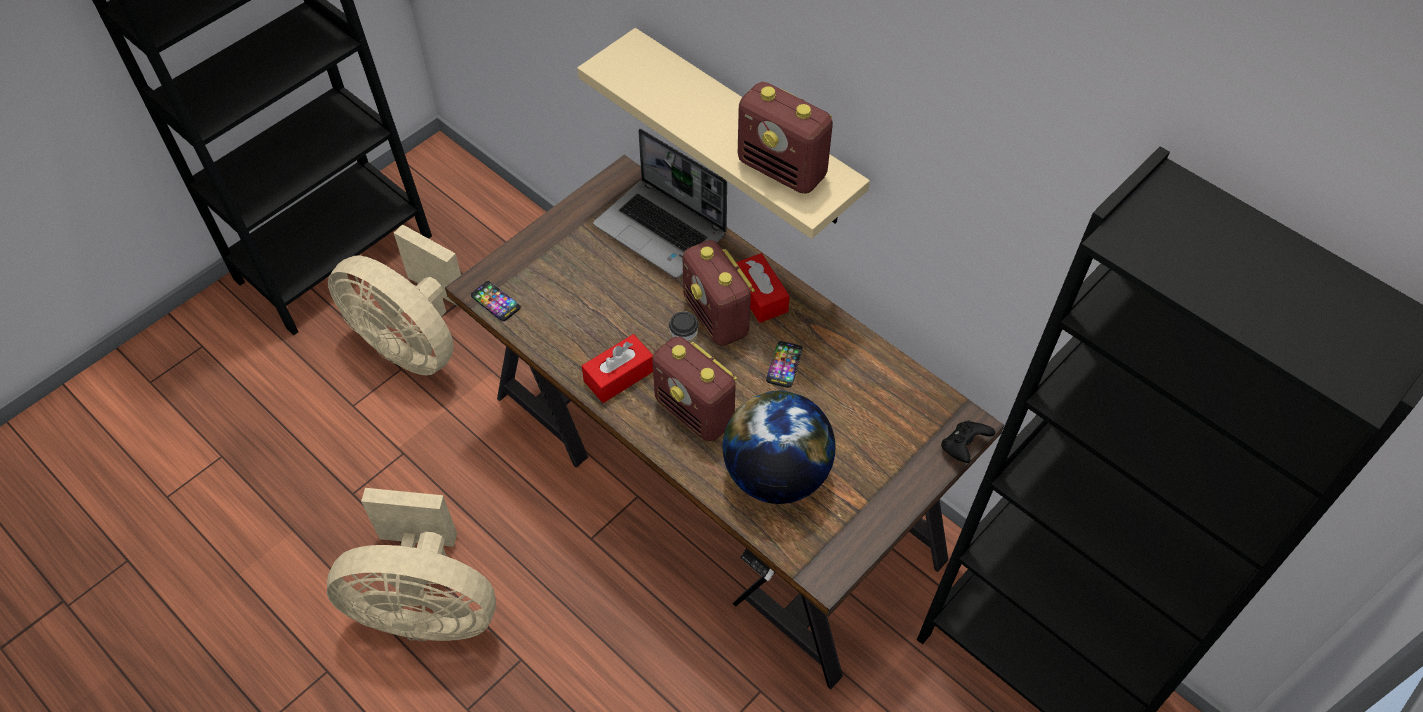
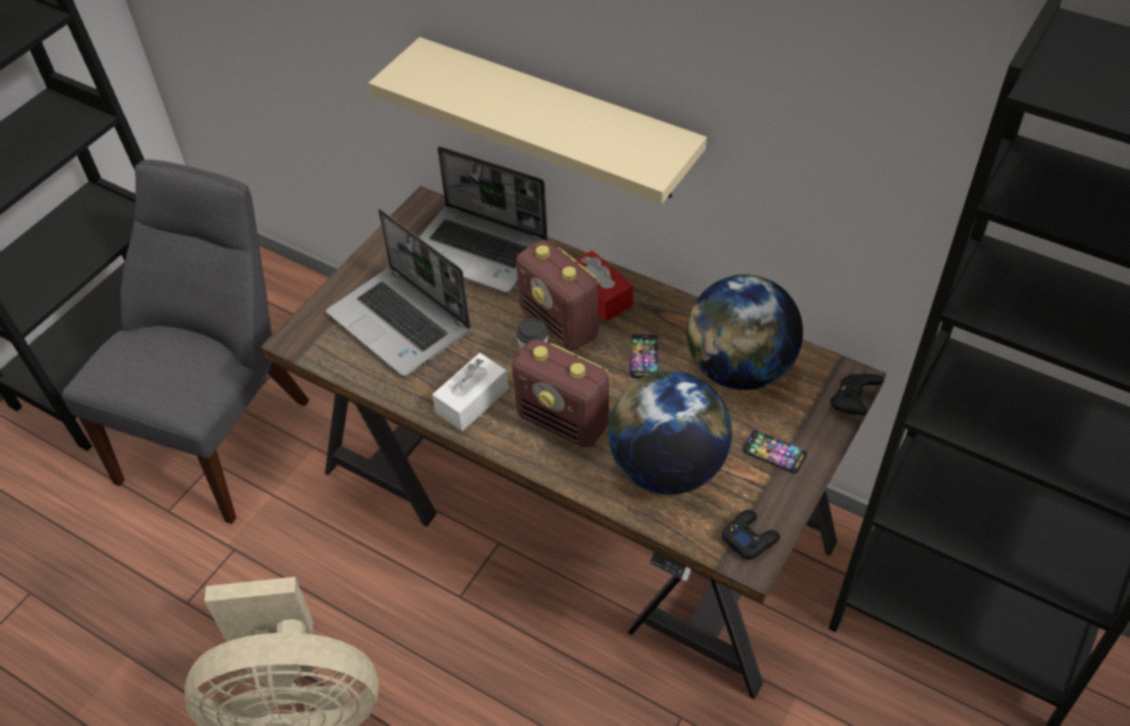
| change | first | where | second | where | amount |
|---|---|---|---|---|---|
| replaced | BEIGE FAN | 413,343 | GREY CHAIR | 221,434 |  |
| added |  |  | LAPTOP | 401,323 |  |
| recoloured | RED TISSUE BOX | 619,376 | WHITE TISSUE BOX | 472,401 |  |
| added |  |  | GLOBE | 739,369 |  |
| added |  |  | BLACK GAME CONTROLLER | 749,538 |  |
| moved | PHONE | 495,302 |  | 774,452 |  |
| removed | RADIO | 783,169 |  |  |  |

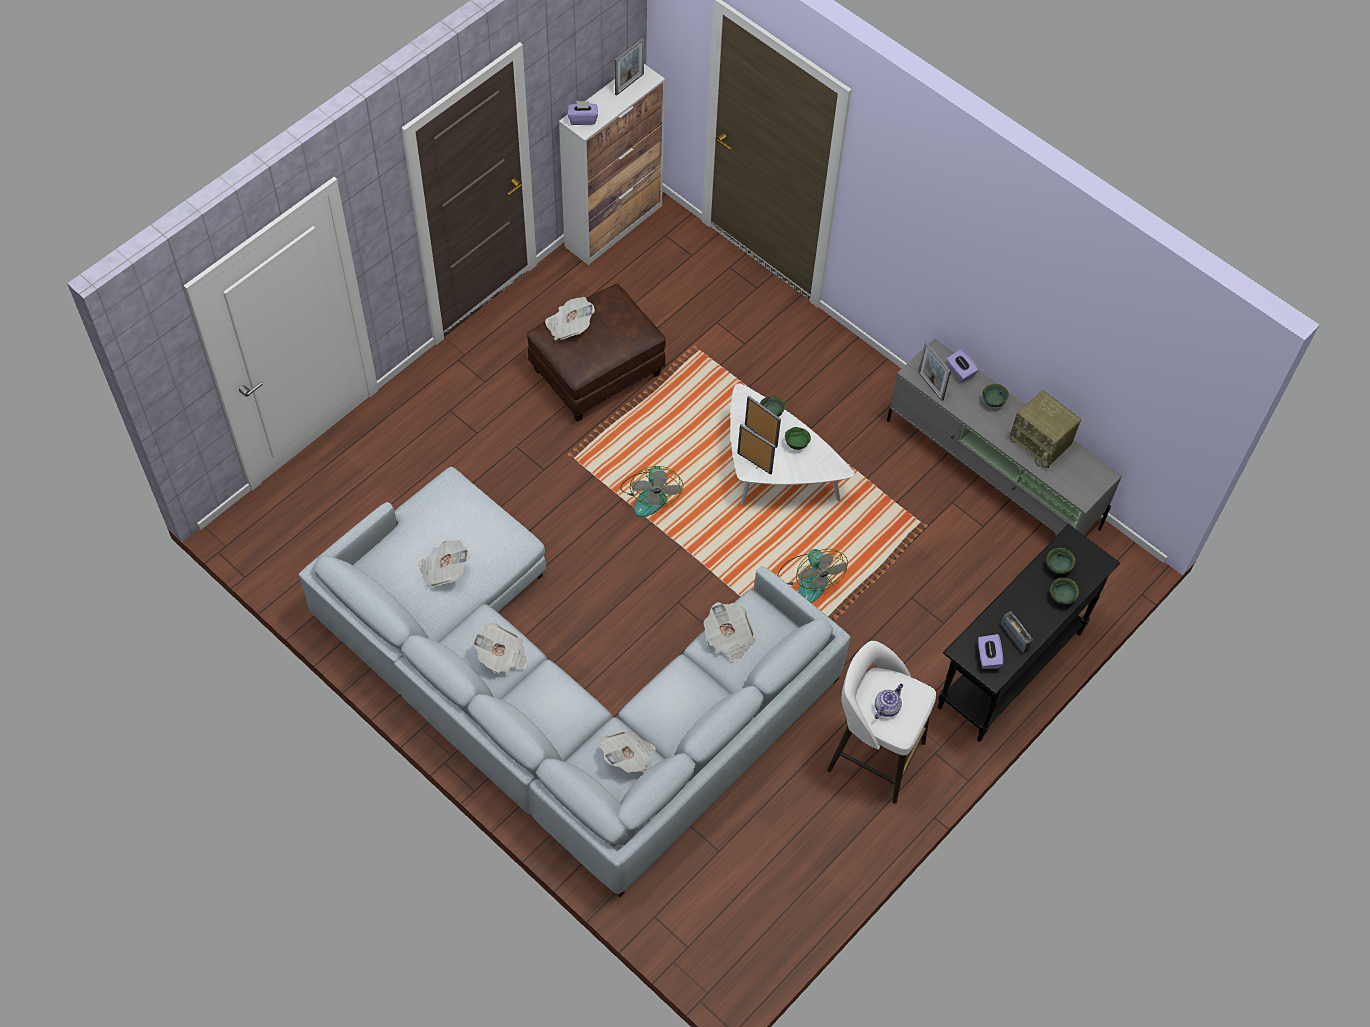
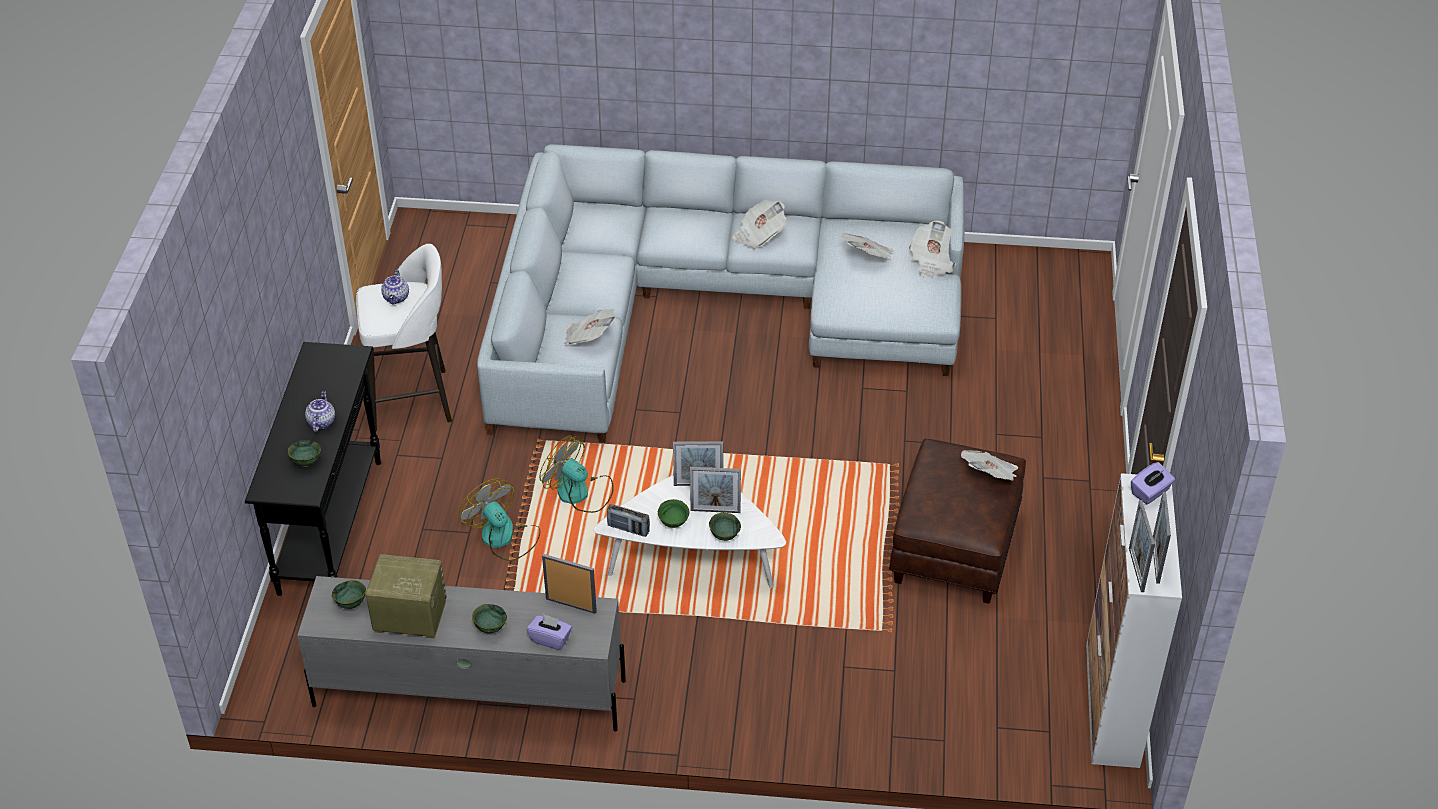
| change | first | where | second | where | amount |
|---|---|---|---|---|---|
| added |  |  | TEAPOT | 321,421 |  |
| moved | GREEN BOWL | 1062,597 |  | 350,604 |  |
| moved | FAN | 650,494 |  | 504,538 |  |
| moved | RADIO | 1015,637 |  | 628,529 |  |
| moved | NEWSPAPER | 629,757 |  | 933,261 |  |
| added |  |  | PICTURE FRAME | 1136,570 |  |
| removed | PURPLE TISSUE BOX | 988,657 |  |  |  |

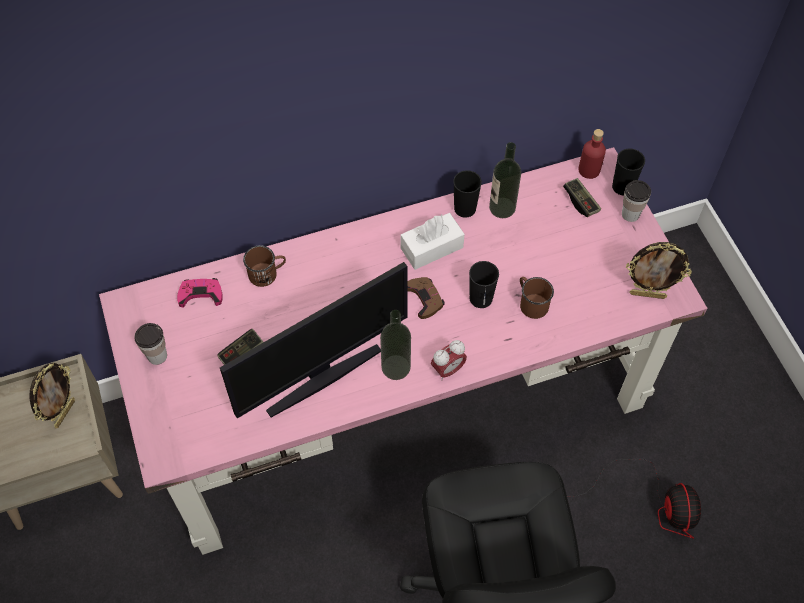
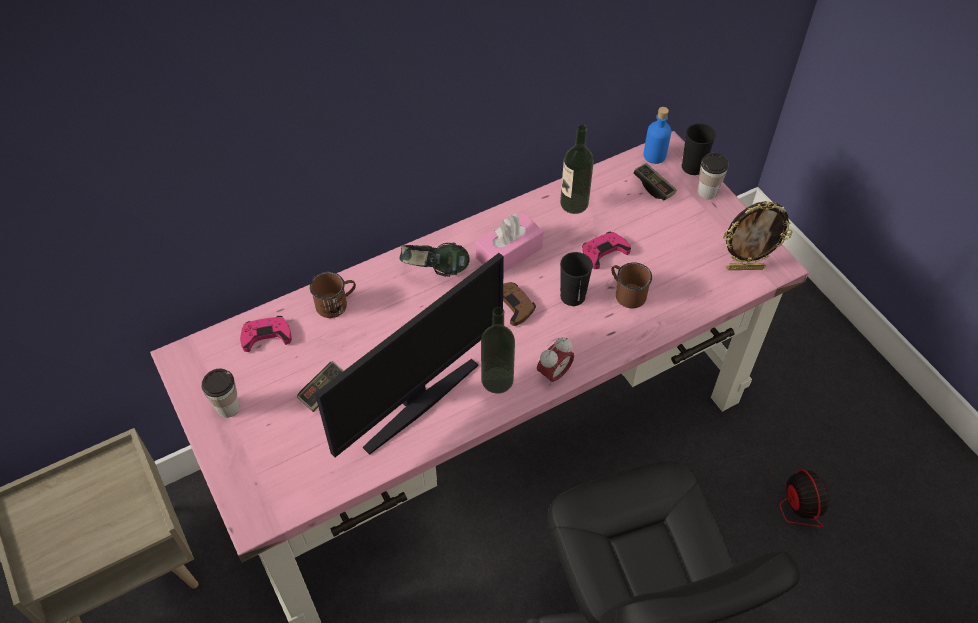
| change | first | where | second | where | amount |
|---|---|---|---|---|---|
| added |  |  | HEADPHONES | 435,272 |  |
| recoloured | WHITE TISSUE BOX | 431,248 | PINK TISSUE BOX | 509,253 |  |
| added |  |  | PINK GAME CONTROLLER | 604,252 |  |
| recoloured | RED BOTTLE | 589,170 | BLUE BOTTLE | 654,155 |  |
| removed | PICTURE FRAME | 64,413 |  |  |  |
| removed | BLACK CUP | 465,208 |  |  |  |

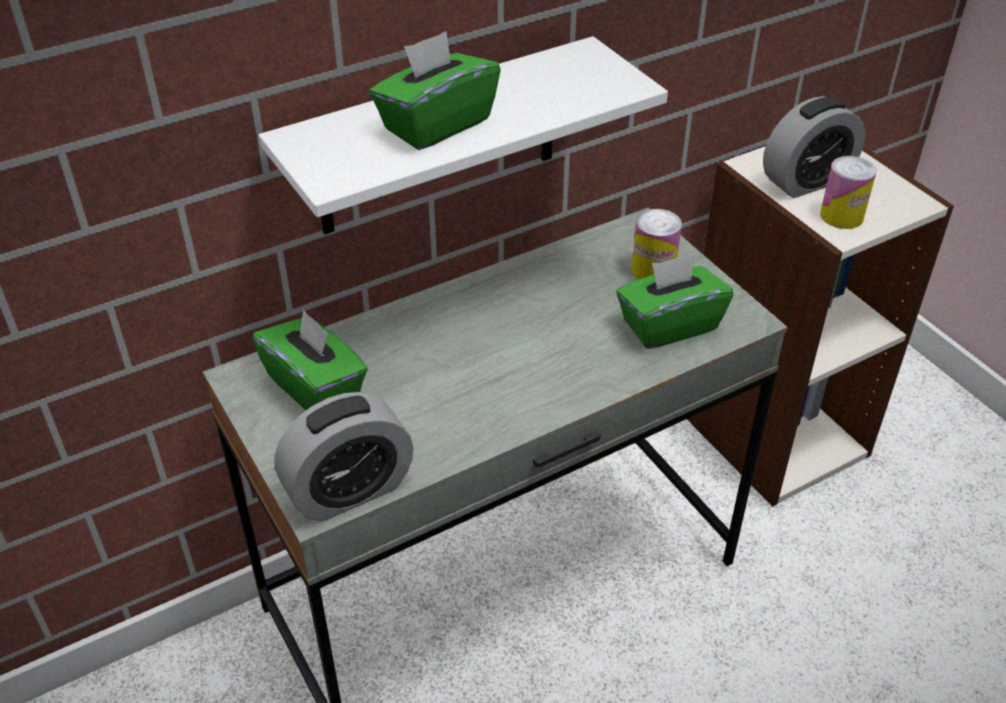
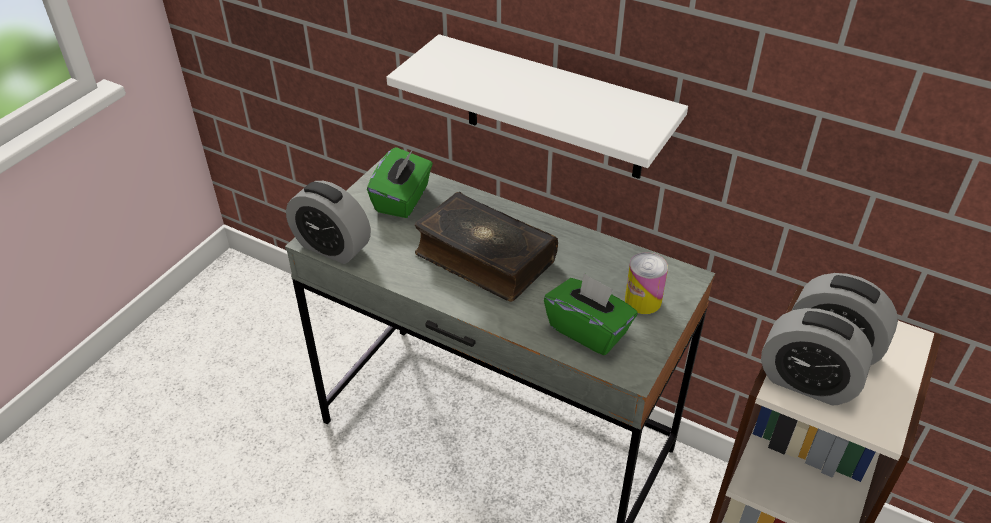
| change | first | where | second | where | amount |
|---|---|---|---|---|---|
| added |  |  | BOOK | 483,258 |  |
| replaced | CAN | 841,216 | ALARM CLOCK | 806,382 |  |
| removed | GREEN TISSUE BOX | 436,124 |  |  |  |

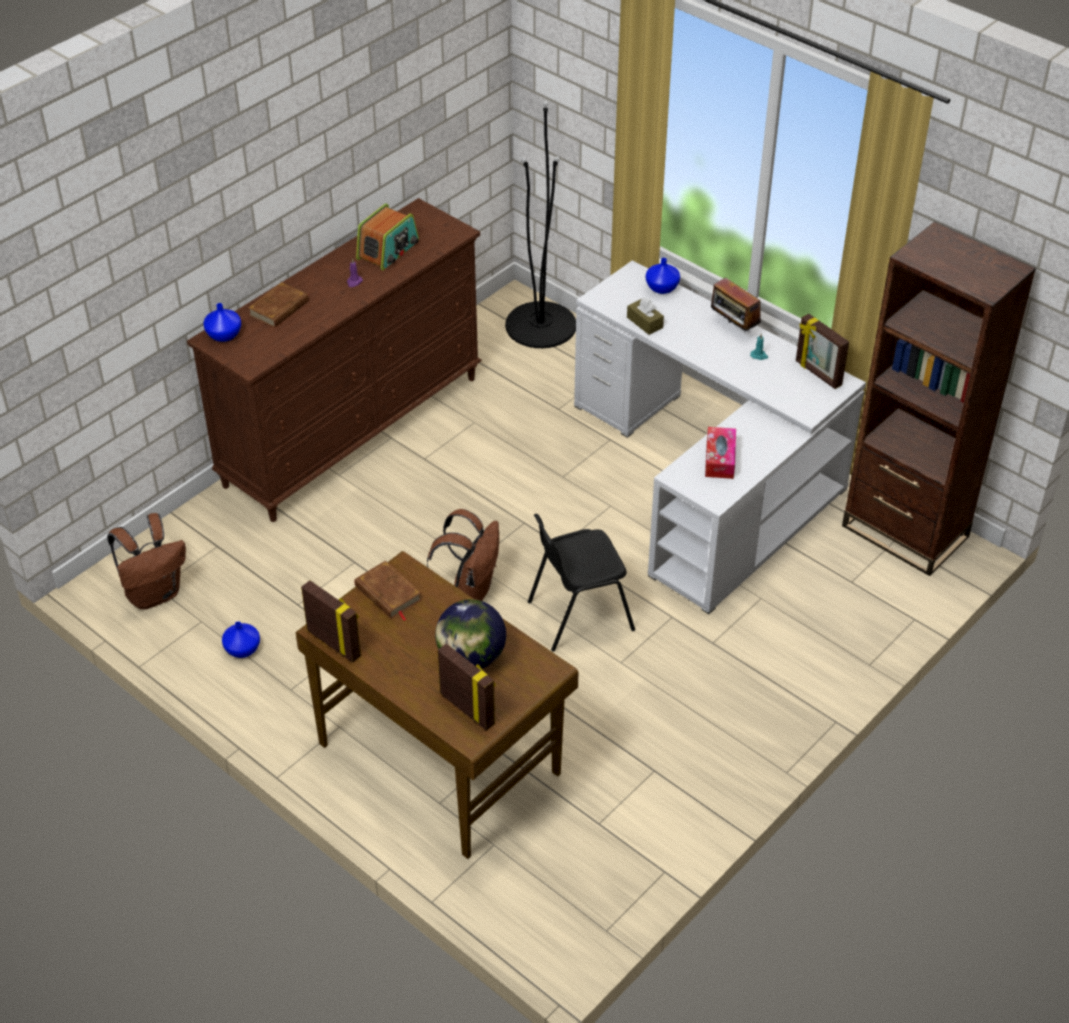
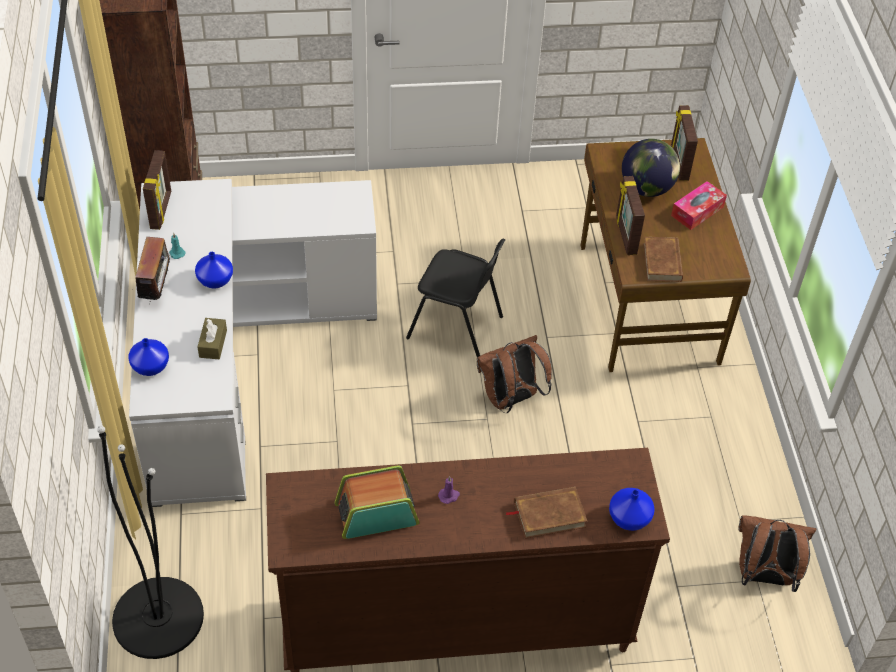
| change | first | where | second | where | amount |
|---|---|---|---|---|---|
| moved | BLUE VASE | 242,649 |  | 215,281 |  |
| moved | PICTURE FRAME | 334,643 |  | 625,235 |  |
| moved | TISSUE BOX | 720,459 |  | 697,211 |  |

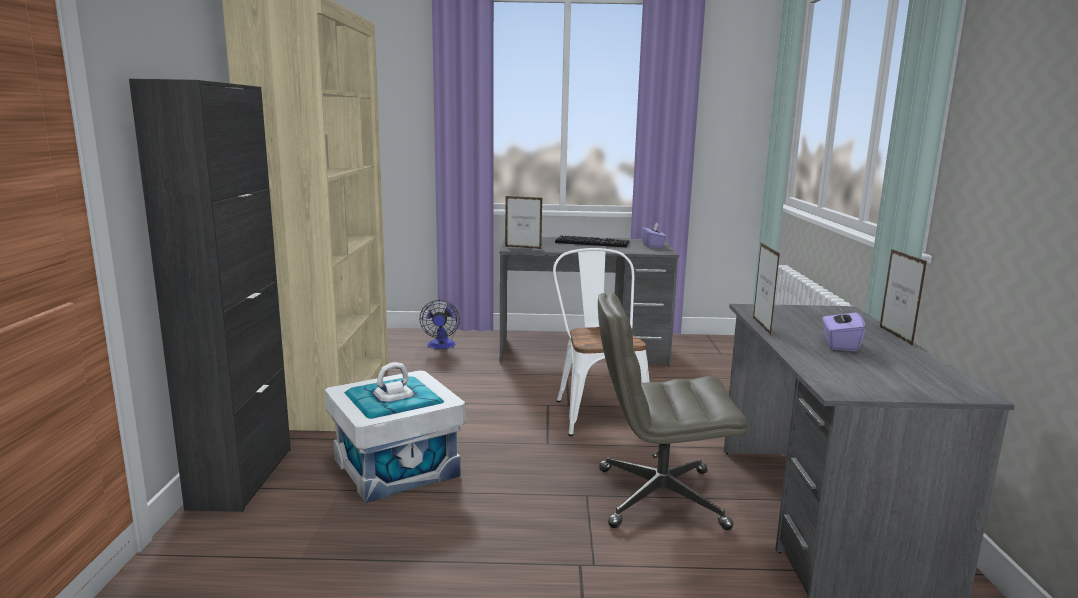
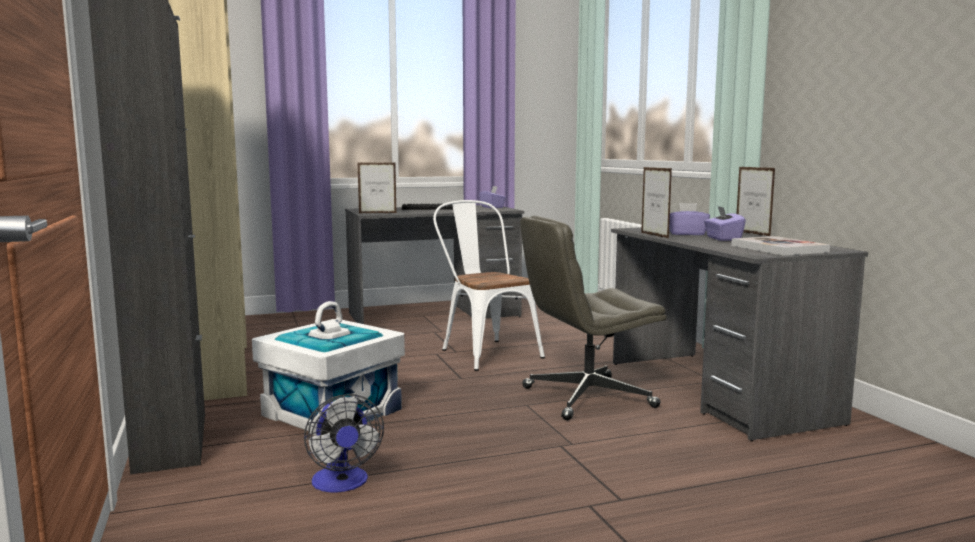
| change | first | where | second | where | amount |
|---|---|---|---|---|---|
| moved | FAN | 441,346 |  | 342,484 |  |
| added |  |  | PURPLE TISSUE BOX | 686,234 |  |
| added |  |  | BOOK | 778,249 |  |

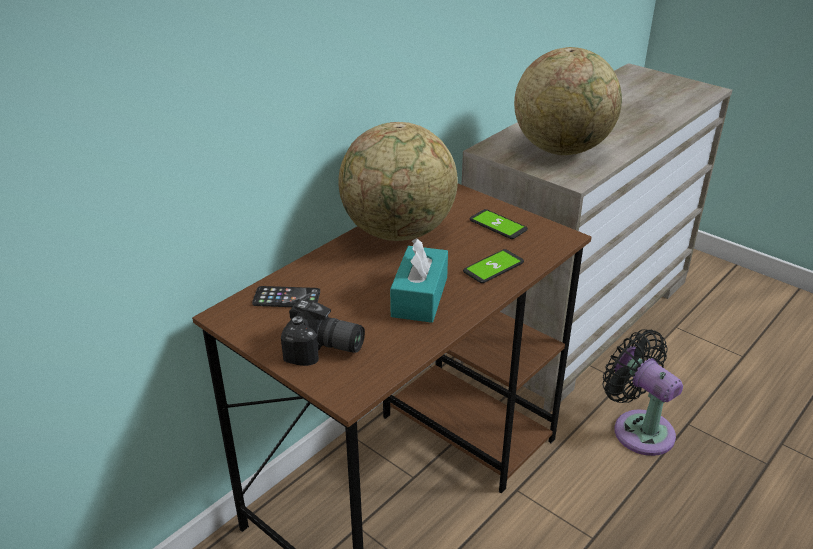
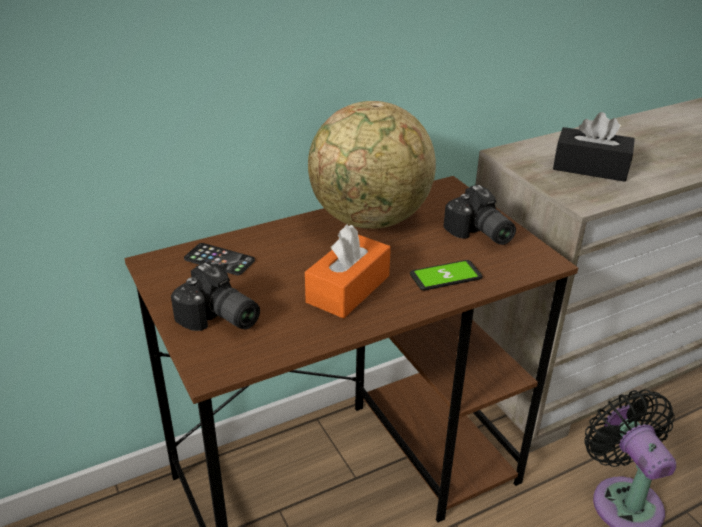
| change | first | where | second | where | amount |
|---|---|---|---|---|---|
| recoloured | TURQUOISE TISSUE BOX | 419,297 | ORANGE TISSUE BOX | 348,289 |  |
| replaced | PHONE | 498,225 | PHOTO CAMERA | 479,234 |  |
| replaced | GLOBE | 562,149 | BLACK TISSUE BOX | 590,167 |  |

